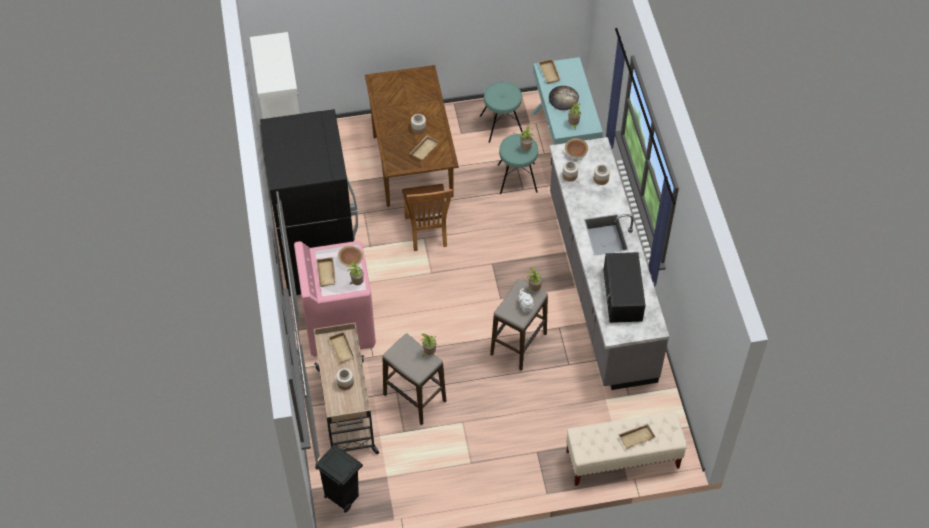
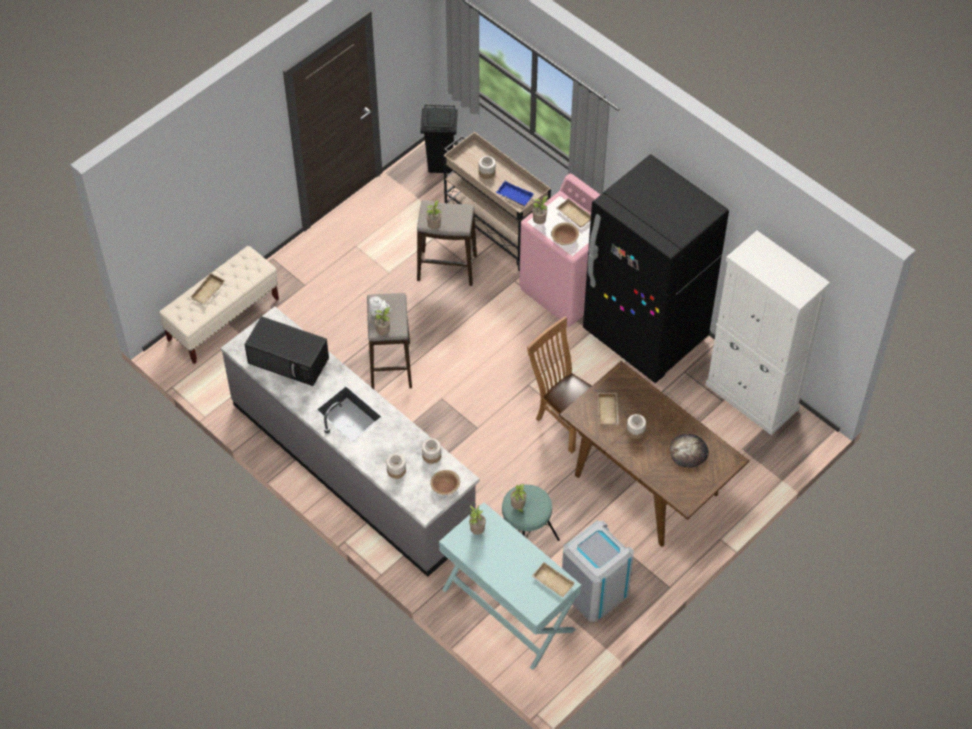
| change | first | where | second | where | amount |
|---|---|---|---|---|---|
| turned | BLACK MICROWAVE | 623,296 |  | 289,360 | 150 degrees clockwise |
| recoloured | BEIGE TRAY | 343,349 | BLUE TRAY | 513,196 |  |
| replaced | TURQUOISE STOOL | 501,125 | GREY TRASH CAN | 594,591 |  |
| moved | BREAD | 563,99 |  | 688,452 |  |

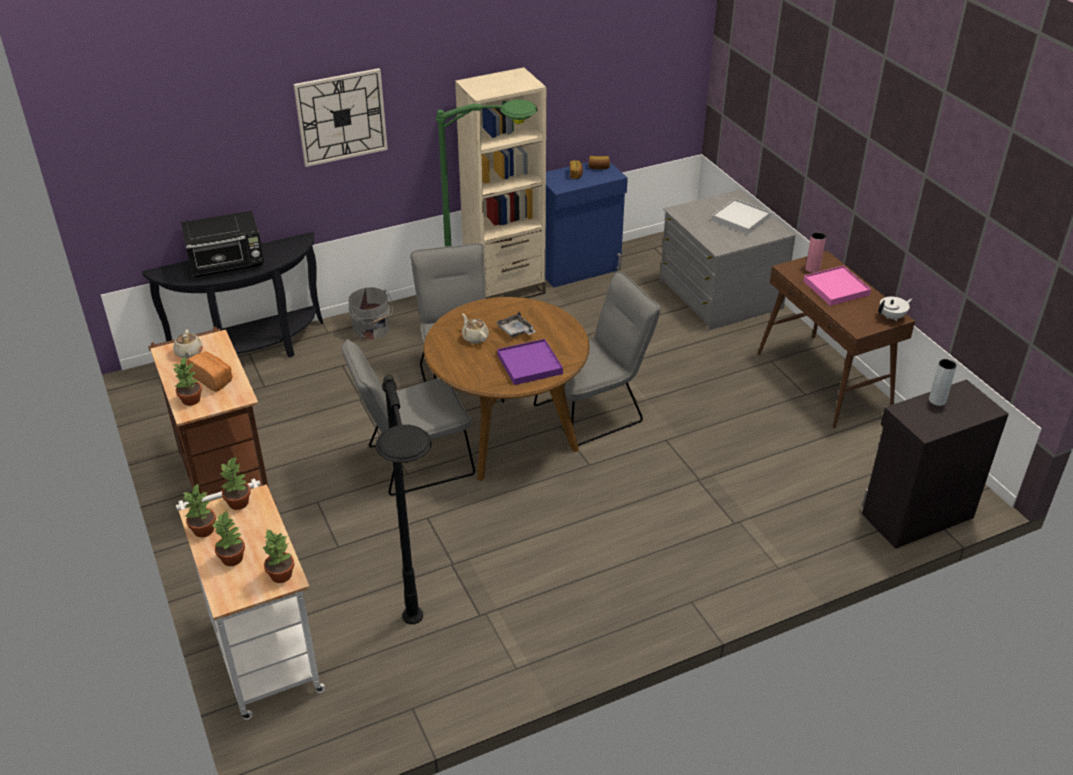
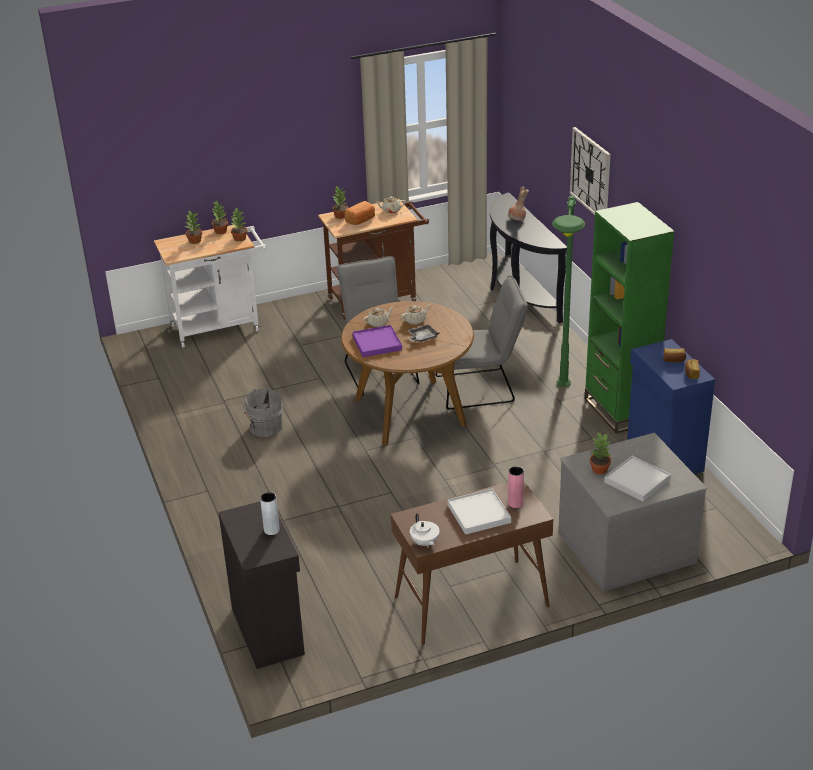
| change | first | where | second | where | amount |
|---|---|---|---|---|---|
| moved | GREY BUCKET | 372,330 |  | 264,427 |  |
| added |  |  | BEIGE TEAPOT | 378,323 |  |
| recoloured | PINK TRAY | 836,288 | WHITE TRAY | 478,514 |  |
| replaced | BLACK MICROWAVE | 228,264 | BROWN VASE | 517,219 |  |
| recoloured | BEIGE BOOKCASE | 505,289 | GREEN BOOKCASE | 619,410 |  |
| moved | POTTED PLANT | 280,575 |  | 599,469 |  |
| removed | BLACK FLOOR LAMP | 423,669 |  |  |  |
| removed | GREY CHAIR | 594,411 |  |  |  |

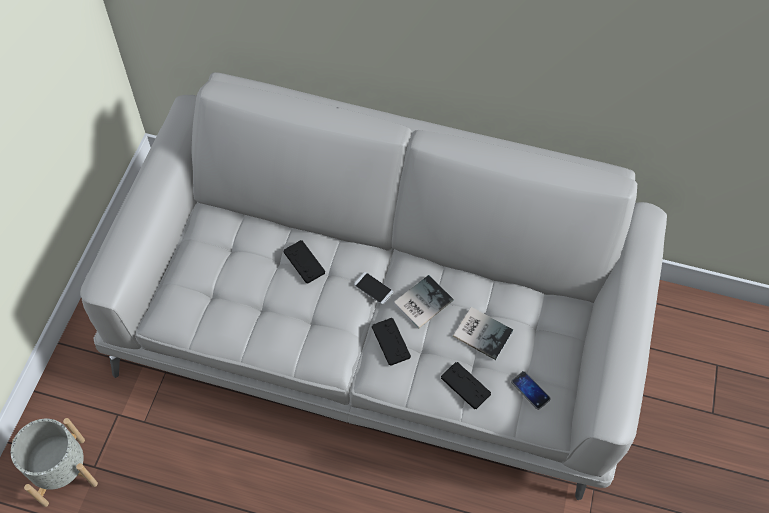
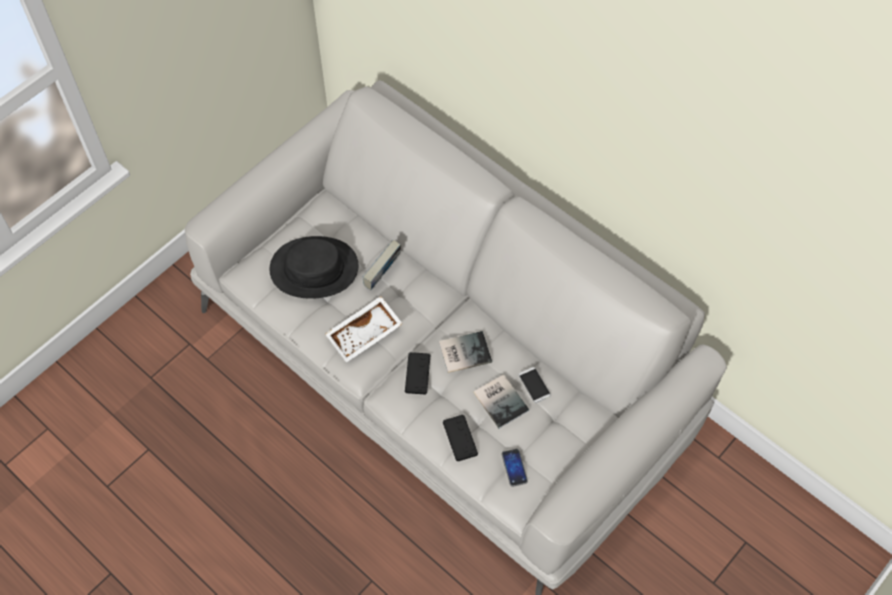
| change | first | where | second | where | amount |
|---|---|---|---|---|---|
| added |  |  | BLACK HAT | 314,268 |  |
| added |  |  | WHITE TRAY | 365,335 |  |
| replaced | BLACK GAME CONTROLLER | 304,262 | BOOK | 382,275 |  |
| moved | PHONE | 373,288 |  | 534,385 |  |
| removed | GREY PLANTER | 64,471 |  |  |  |

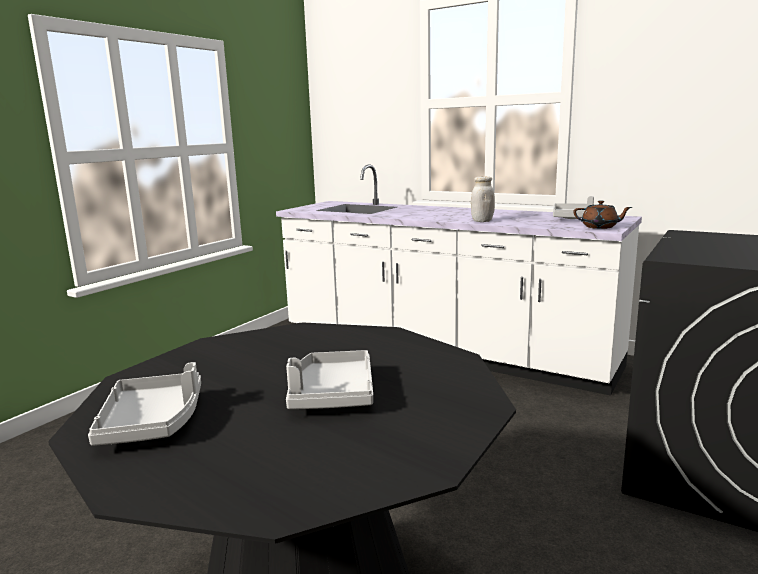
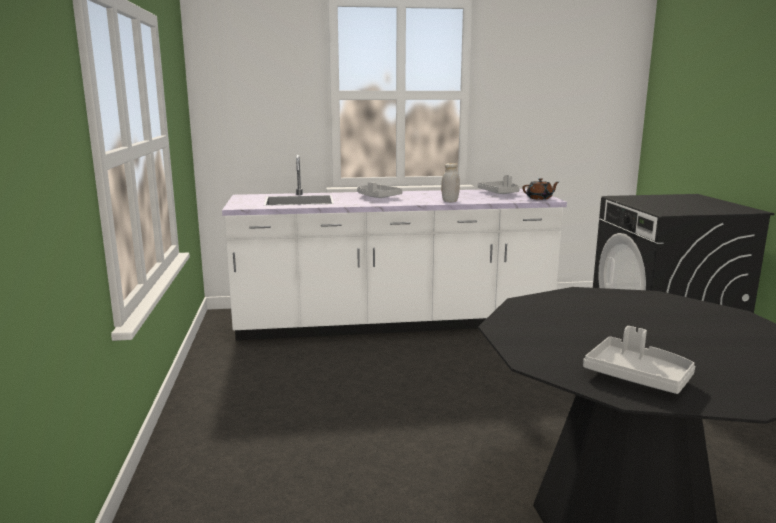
| change | first | where | second | where | amount |
|---|---|---|---|---|---|
| moved | GREY TRAY | 332,393 |  | 377,197 |  |

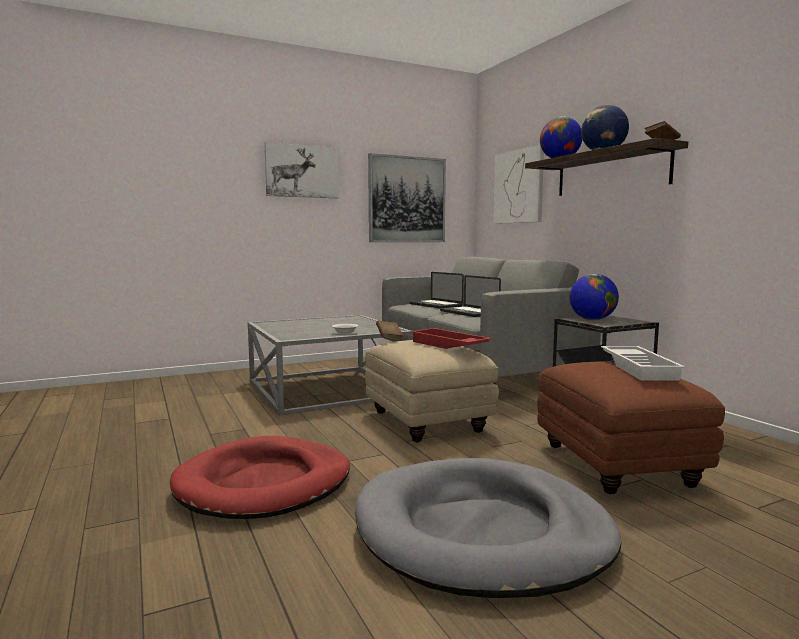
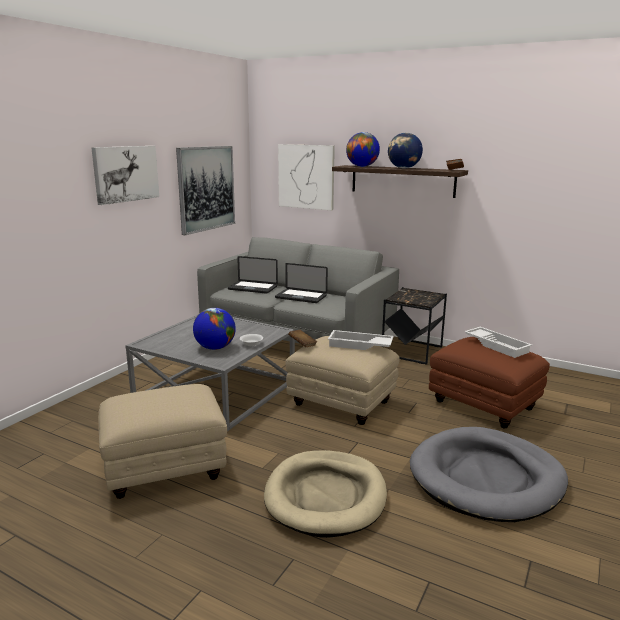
| change | first | where | second | where | amount |
|---|---|---|---|---|---|
| added |  |  | BEIGE OTTOMAN | 166,469 |  |
| moved | GLOBE | 592,319 |  | 215,348 |  |
| recoloured | RED DOG BED | 265,483 | BEIGE DOG BED | 326,496 |  |
| recoloured | RED TRAY | 447,345 | WHITE TRAY | 359,345 |  |

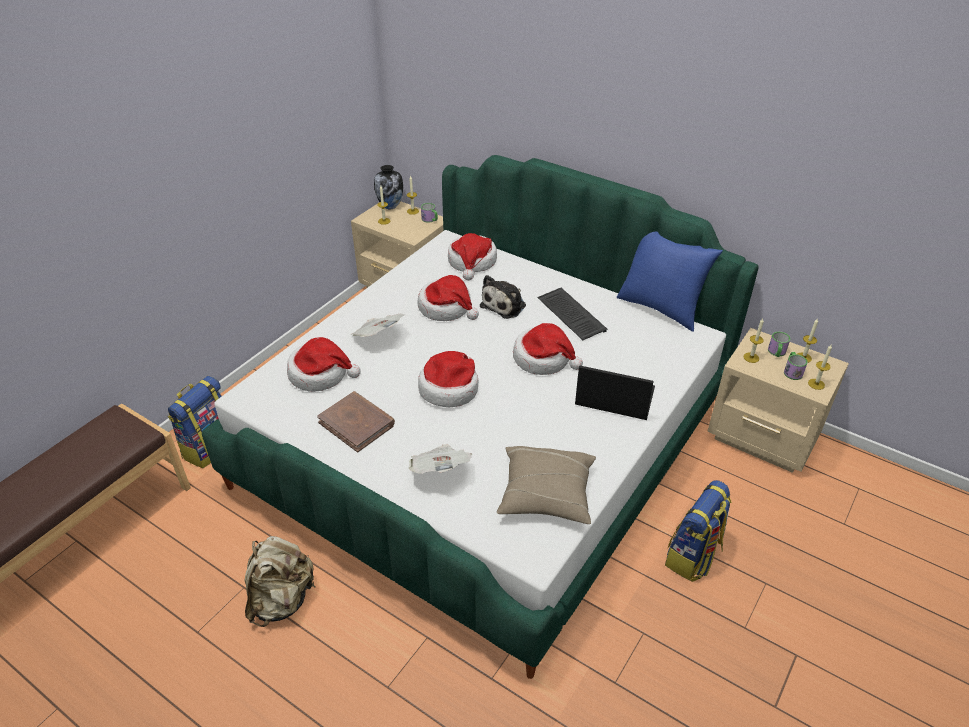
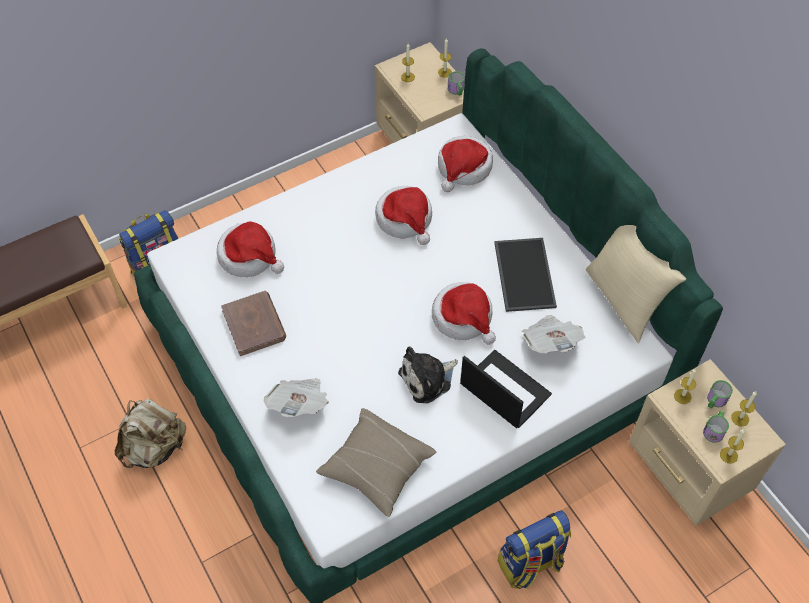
| change | first | where | second | where | amount |
|---|---|---|---|---|---|
| moved | PLUSH TOY | 505,305 |  | 428,379 |  |
| replaced | KEYBOARD | 570,315 | TRAY | 523,274 |  |
| moved | NEWSPAPER | 378,336 |  | 551,342 |  |
| recoloured | BLUE PILLOW | 660,308 | BEIGE PILLOW | 624,300 |  |
| removed | VASE | 390,206 |  |  |  |
| removed | HAT | 449,388 |  |  |  |

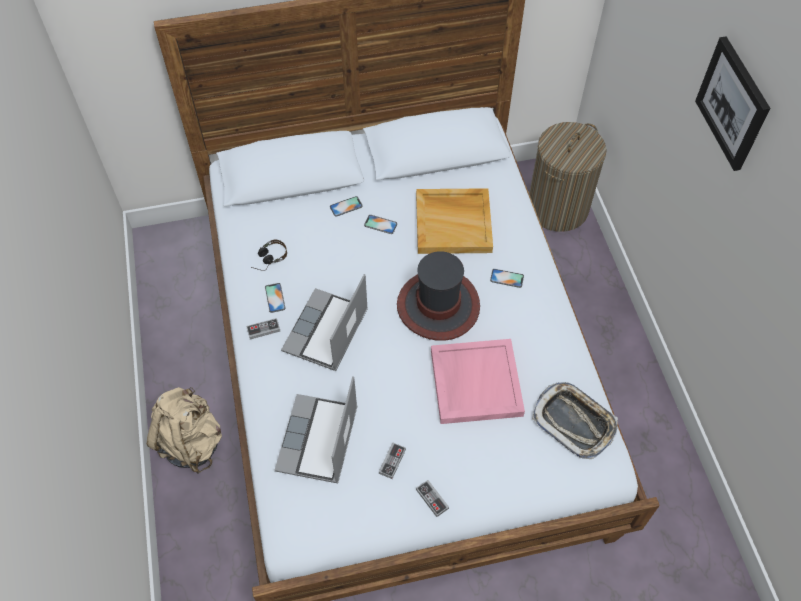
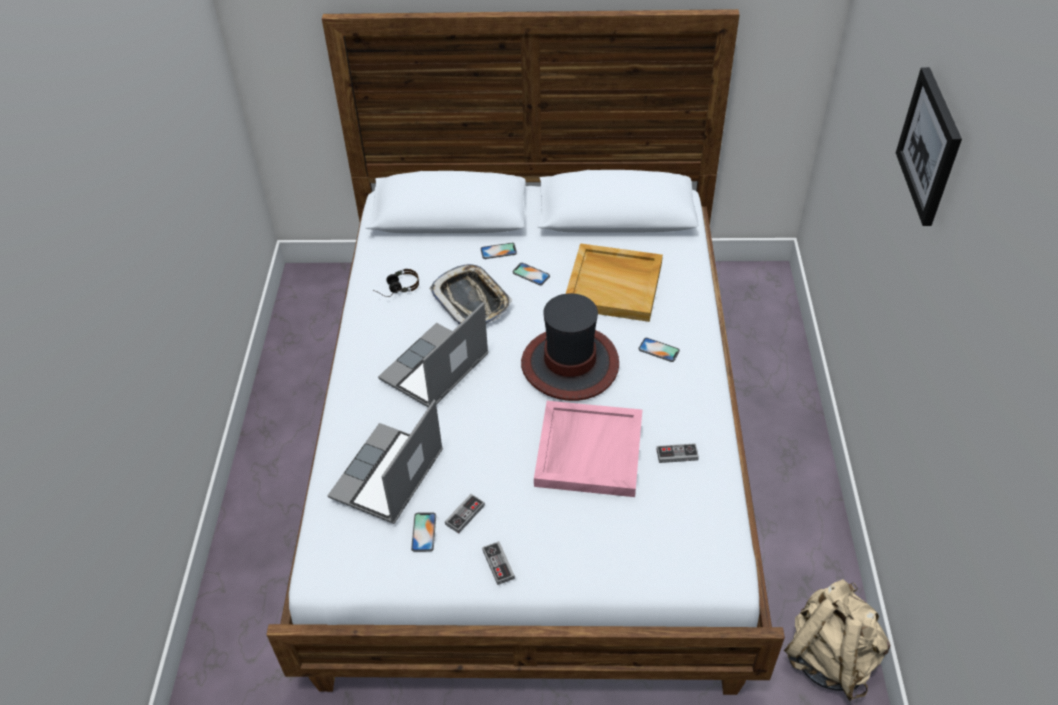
| change | first | where | second | where | amount |
|---|---|---|---|---|---|
| moved | PHONE | 275,298 |  | 423,532 |  |
| moved | TRAY | 574,422 |  | 471,300 |  |
| moved | GAME CONTROLLER | 263,329 |  | 677,454 |  |
| moved | BEIGE BACKPACK | 191,442 |  | 829,656 |  |
| removed | LAUNDRY BASKET | 557,208 |  |  |  |

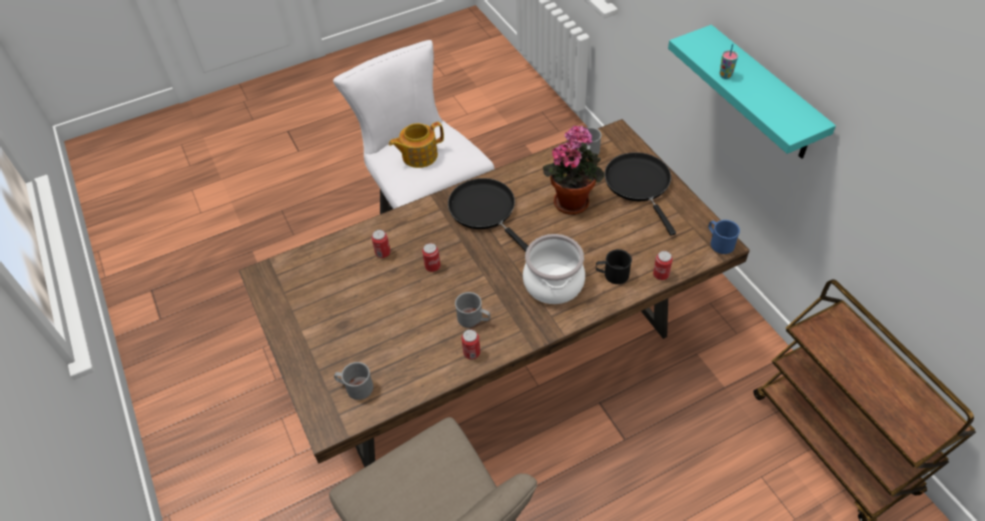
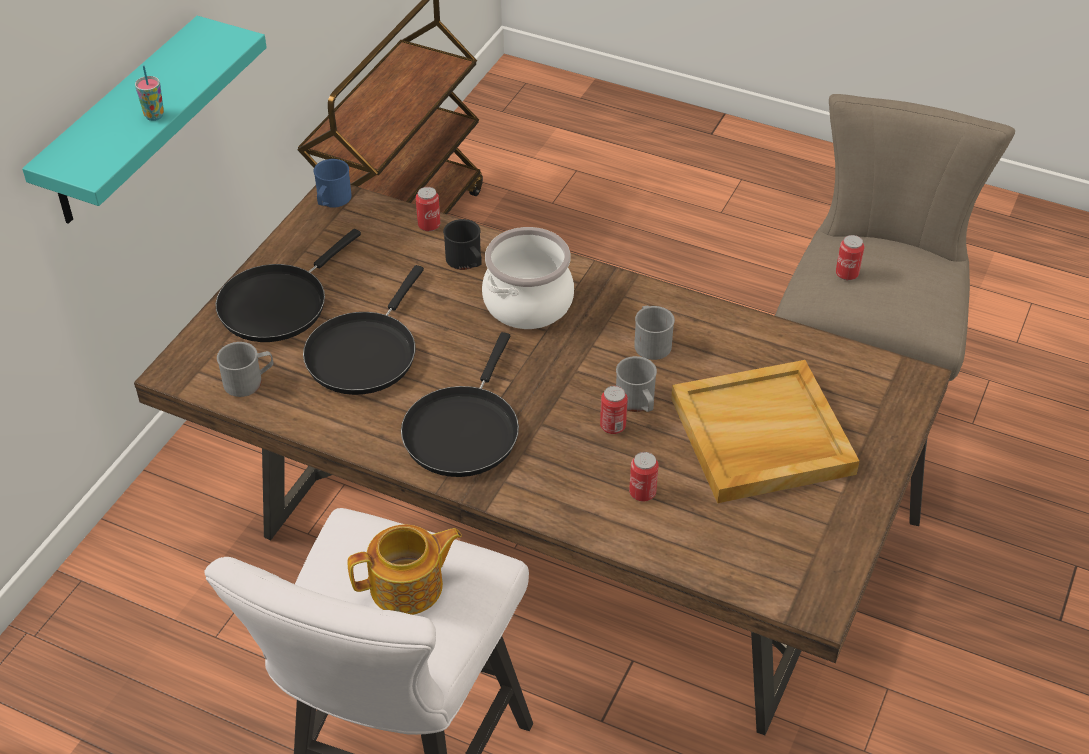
| change | first | where | second | where | amount |
|---|---|---|---|---|---|
| replaced | POTTED PLANT | 572,200 | BLACK FRYING PAN | 364,353 |  |
| turned | TEAPOT | 418,155 |  | 408,586 | 45 degrees counterclockwise |
| moved | GREY MUG | 355,387 |  | 637,403 |  |
| added |  |  | BEIGE TRAY | 760,437 |  |
| moved | CAN | 471,353 |  | 847,274 |  |

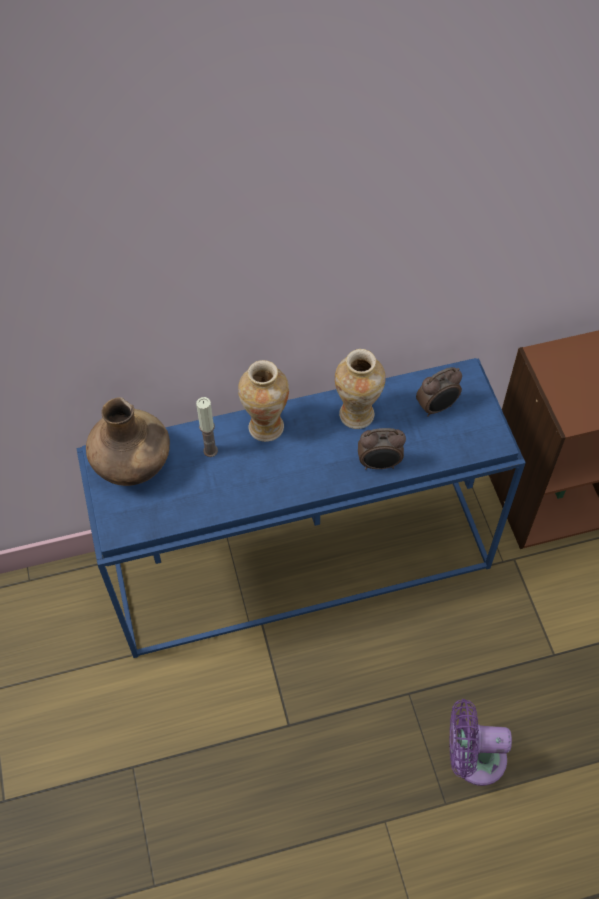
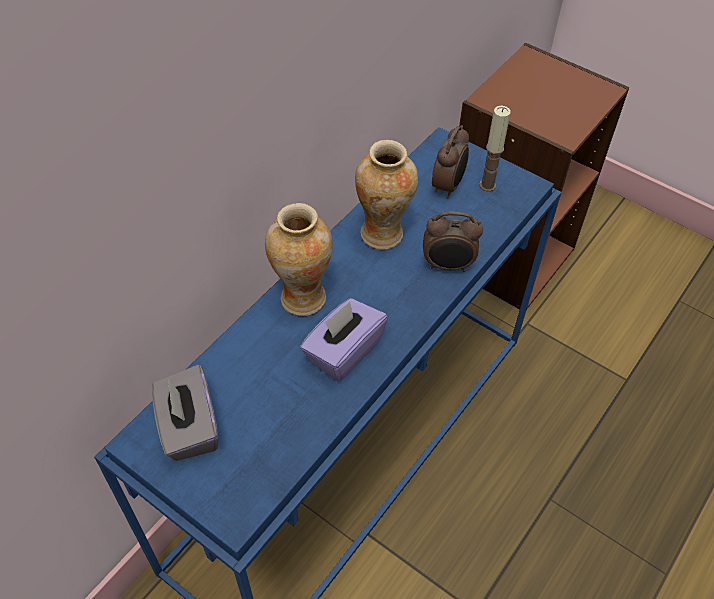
| change | first | where | second | where | amount |
|---|---|---|---|---|---|
| replaced | BROWN VASE | 133,465 | GREY TISSUE BOX | 189,428 |  |
| added |  |  | PURPLE TISSUE BOX | 343,352 |  |
| turned | ALARM CLOCK | 379,464 |  | 448,266 | 45 degrees clockwise |
| moved | CANDLE | 210,450 |  | 487,185 |  |
| removed | PURPLE FAN | 472,758 |  |  |  |

